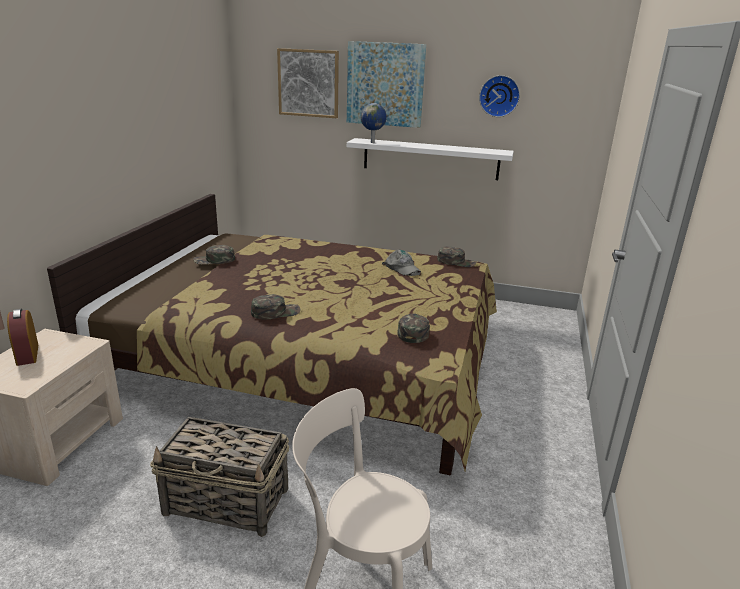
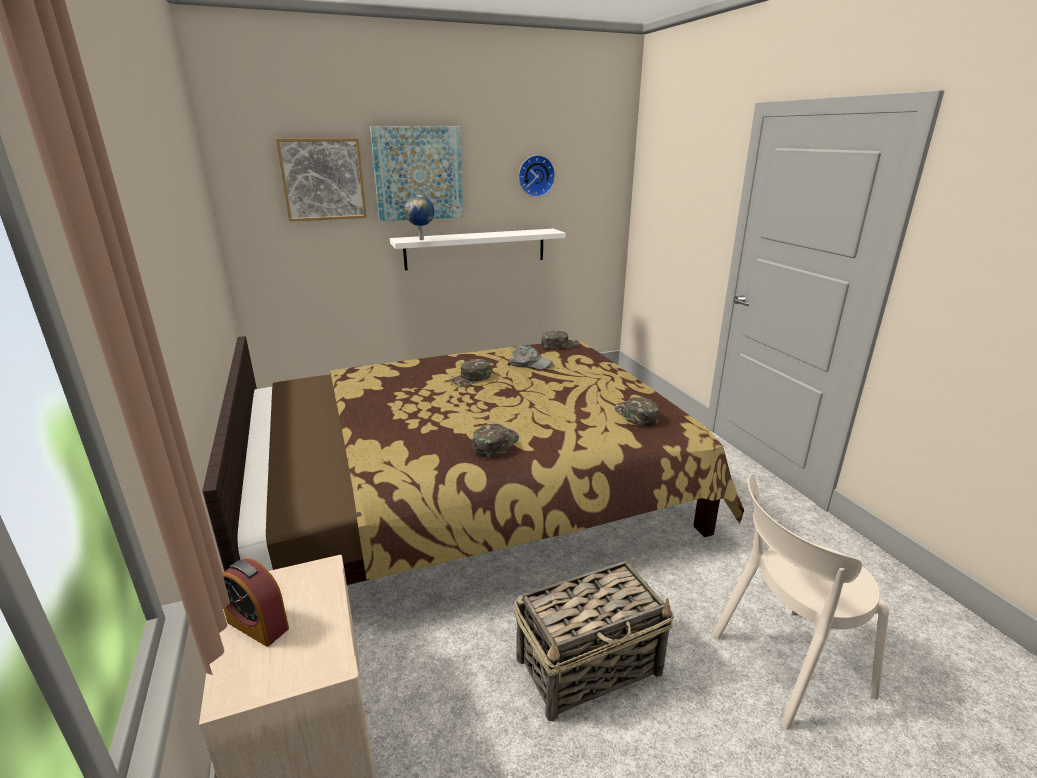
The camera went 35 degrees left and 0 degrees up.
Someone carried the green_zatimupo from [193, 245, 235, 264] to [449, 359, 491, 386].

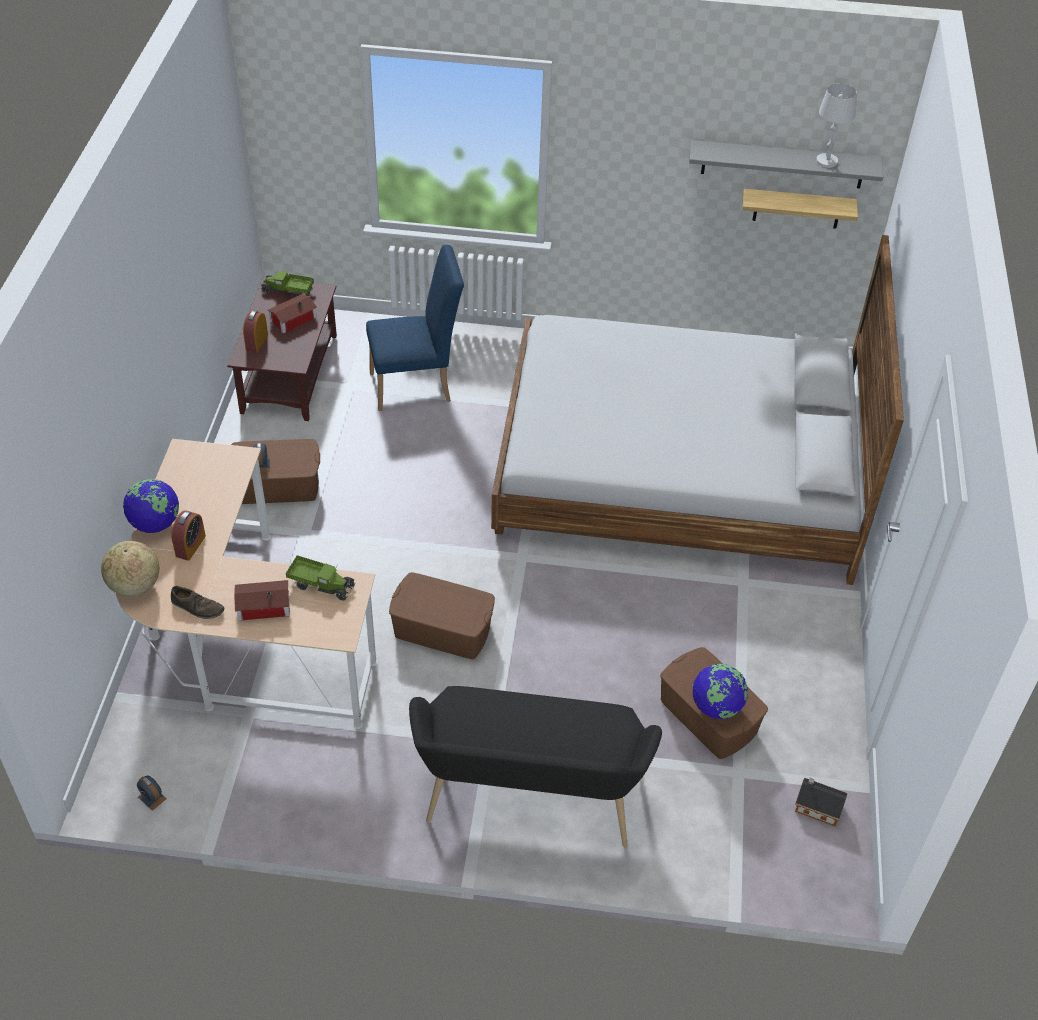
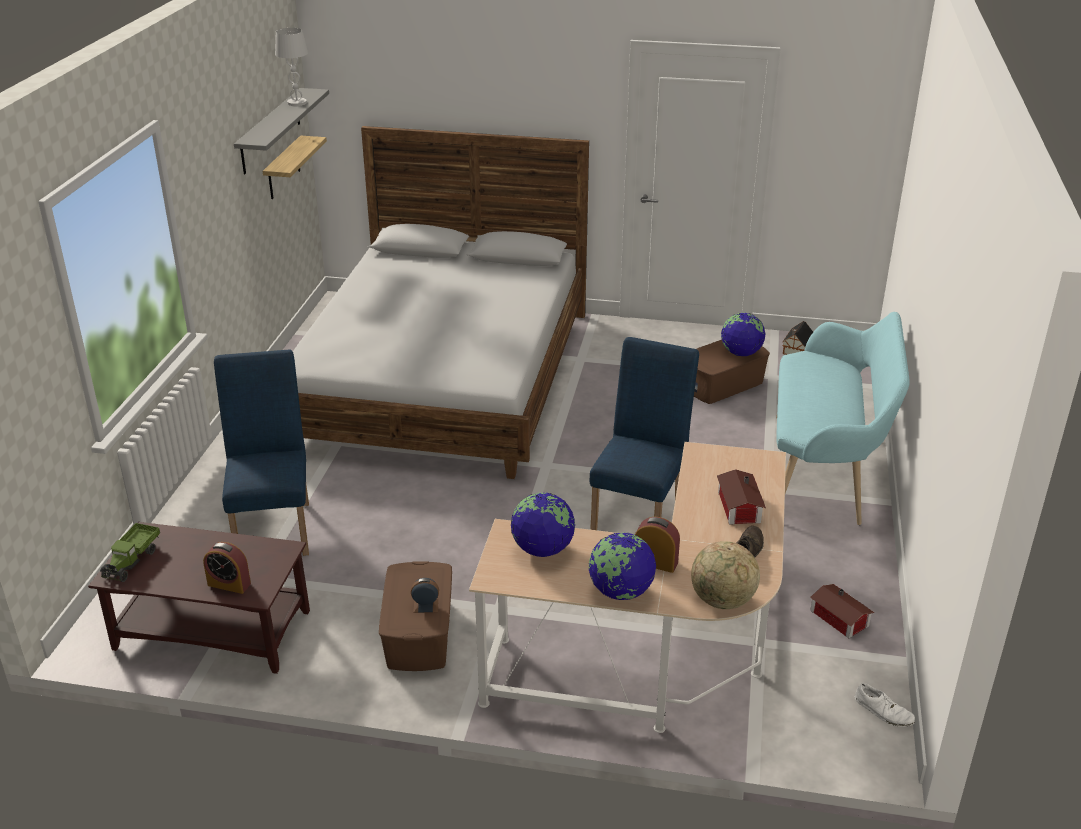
The camera went 85 degrees left and 15 degrees down.
Someone took away the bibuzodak at [286, 555, 355, 600].
Someone put down the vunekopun at [511, 493, 575, 557].
Someone carried the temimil from [267, 294, 317, 334] to [810, 584, 874, 638].
Someone swapped the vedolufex at [137, 776, 166, 811] for the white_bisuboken at [855, 683, 915, 727].
Someone swapped the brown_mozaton at [389, 572, 495, 659] for the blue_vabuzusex at [590, 337, 699, 530].
Someone repainted the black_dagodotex at [409, 686, 662, 847], which became the turquoise_dagodotex at [776, 312, 910, 525].

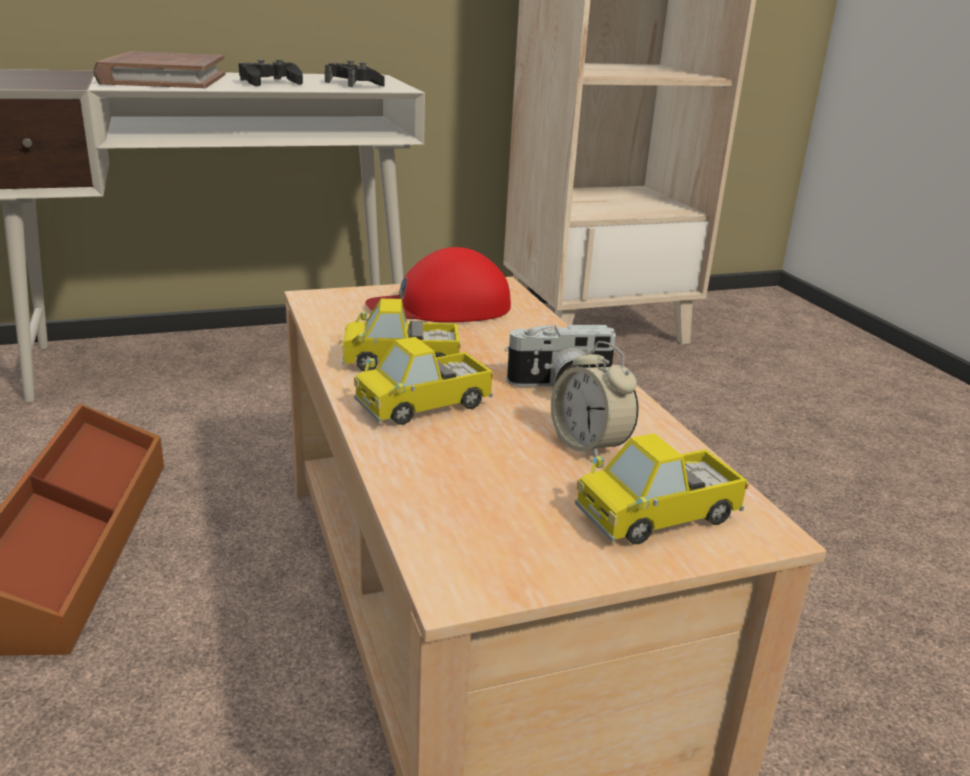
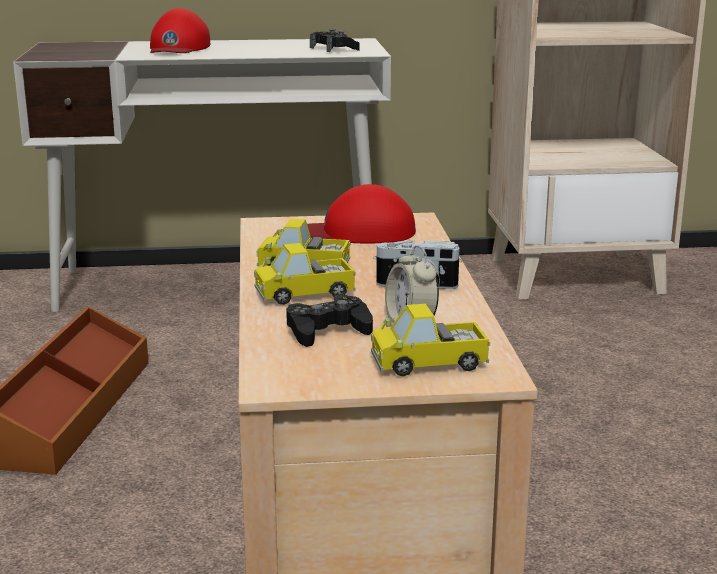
The camera went 15 degrees right and 5 degrees down.
Someone carried the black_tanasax from [238, 59, 303, 86] to [286, 295, 373, 347].
Someone swapped the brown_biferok at [93, 51, 226, 88] for the red_zatimupo at [150, 8, 210, 53].

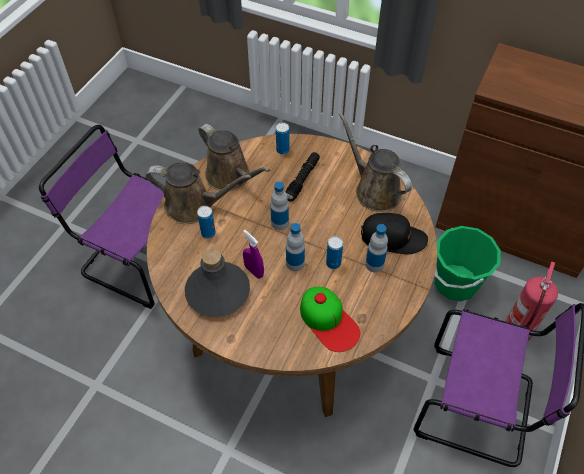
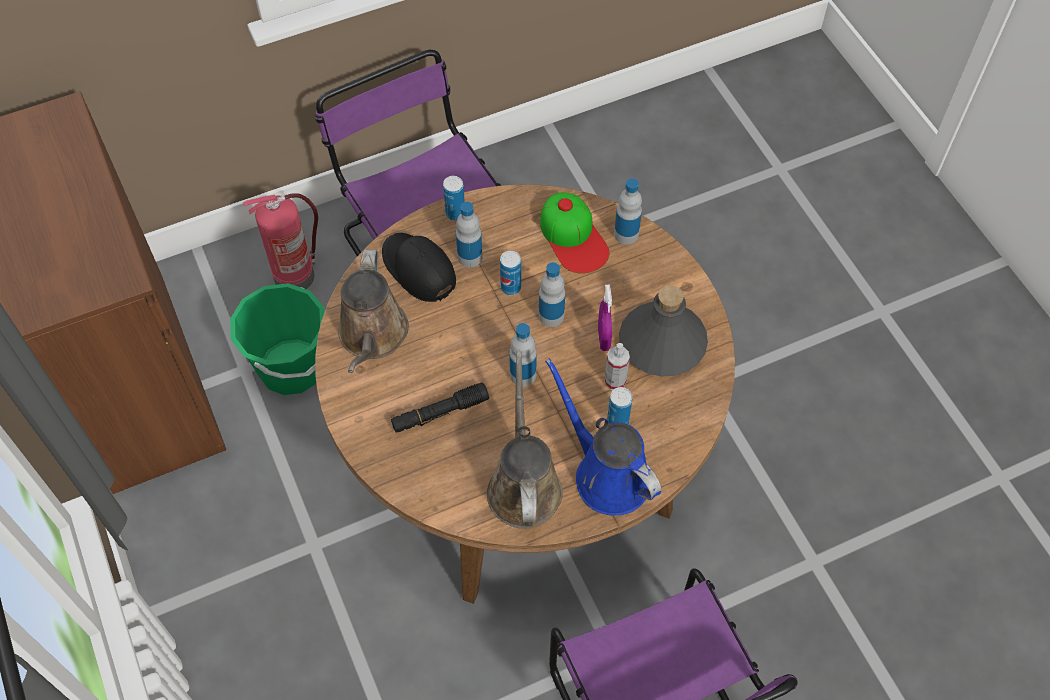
The camera went 140 degrees left and 5 degrees up.
Someone put down the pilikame at [604, 343, 630, 390].
Someone put down the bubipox at [614, 178, 642, 245].
Someone carried the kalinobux from [276, 122, 289, 154] to [443, 176, 465, 221].
Someone repainted the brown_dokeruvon at [146, 162, 251, 224], which became the blue_dokeruvon at [545, 358, 661, 516].
Someone rotated the zatimupo at [300, 287, 360, 352] by 150 degrees clockwise.

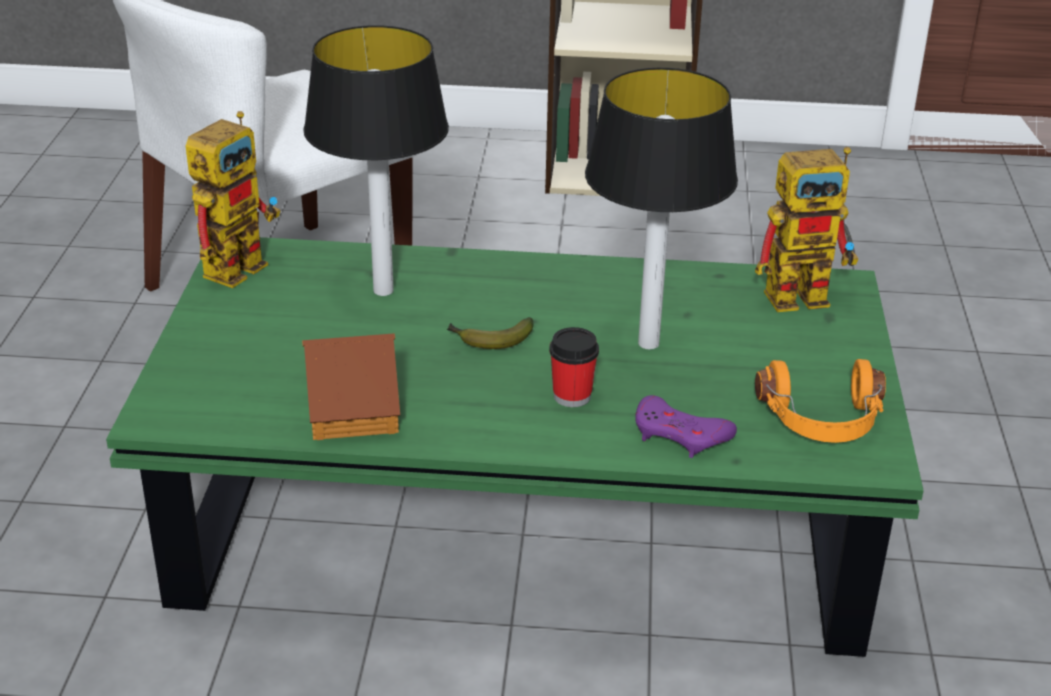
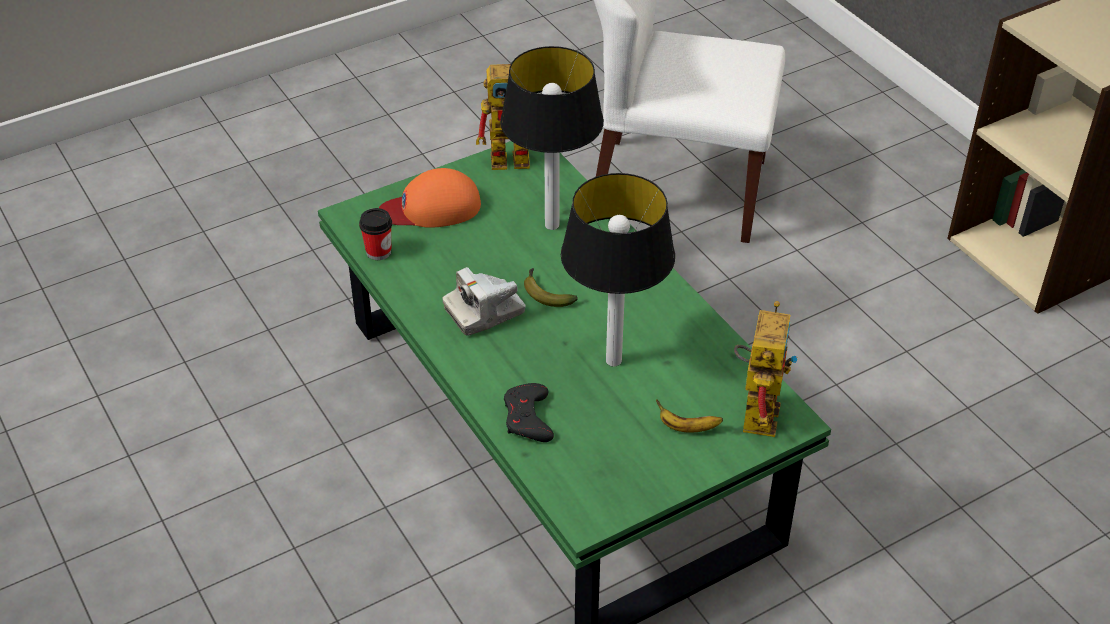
The camera went 55 degrees right and 10 degrees up.
Someone took away the temimil at [302, 333, 400, 440].
Someone took away the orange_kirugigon at [755, 359, 886, 443].
Someone put down the orange_zatimupo at [379, 168, 481, 228].
Someone put down the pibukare at [442, 267, 526, 336].
Someone put down the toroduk at [656, 399, 723, 433].
Someone carried the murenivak from [549, 327, 599, 407] to [359, 208, 392, 260].
Someone repainted the purple_tanasax at [635, 395, 737, 458], which became the black_tanasax at [504, 383, 554, 442].
Someone rotated the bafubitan at [755, 147, 858, 312] by 120 degrees counterclockwise.

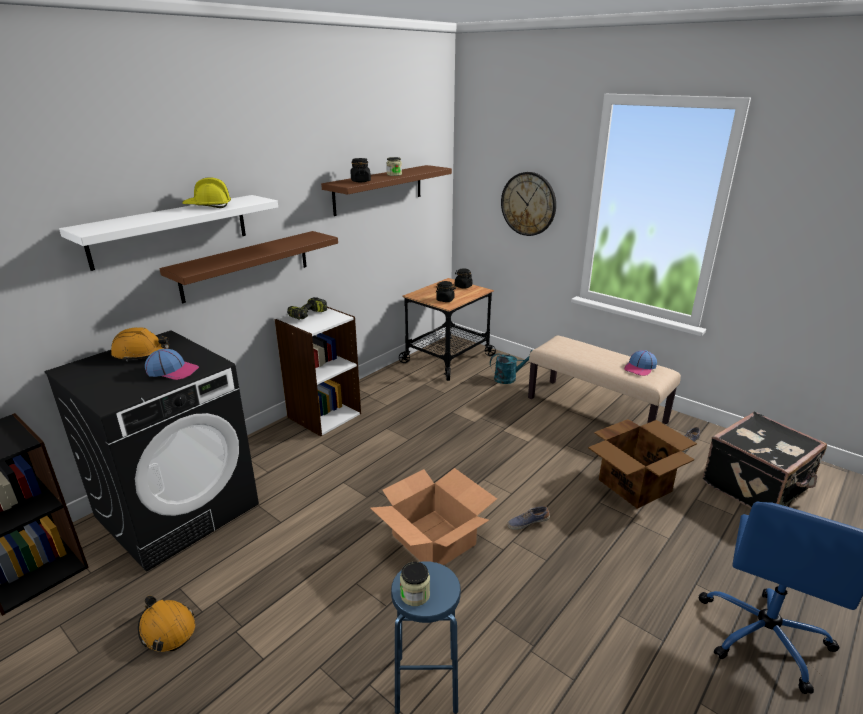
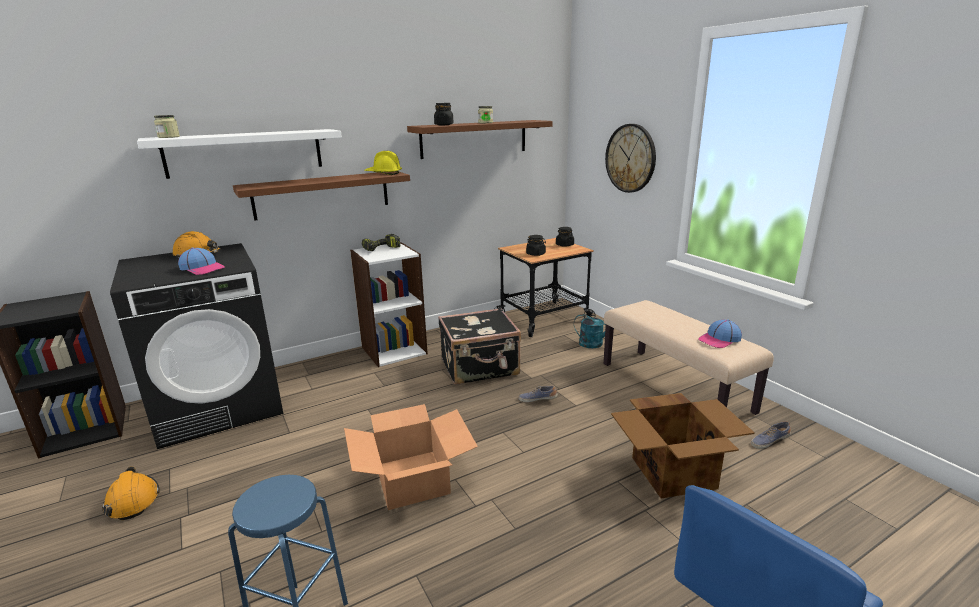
The camera went 20 degrees right and 5 degrees down.
Someone carried the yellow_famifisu from [182, 177, 231, 208] to [364, 151, 402, 175].
Someone carried the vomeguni from [400, 562, 430, 606] to [154, 115, 180, 138].
Someone carried the bisuboken from [507, 506, 550, 530] to [518, 386, 557, 402].
Someone carried the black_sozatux from [703, 411, 827, 508] to [438, 308, 521, 385].

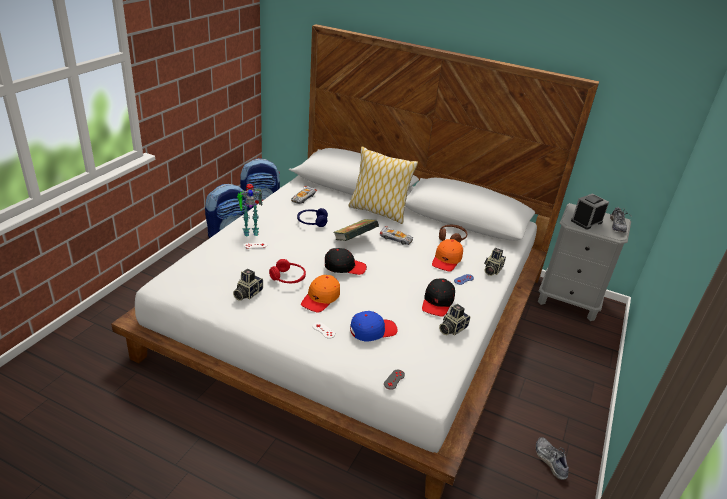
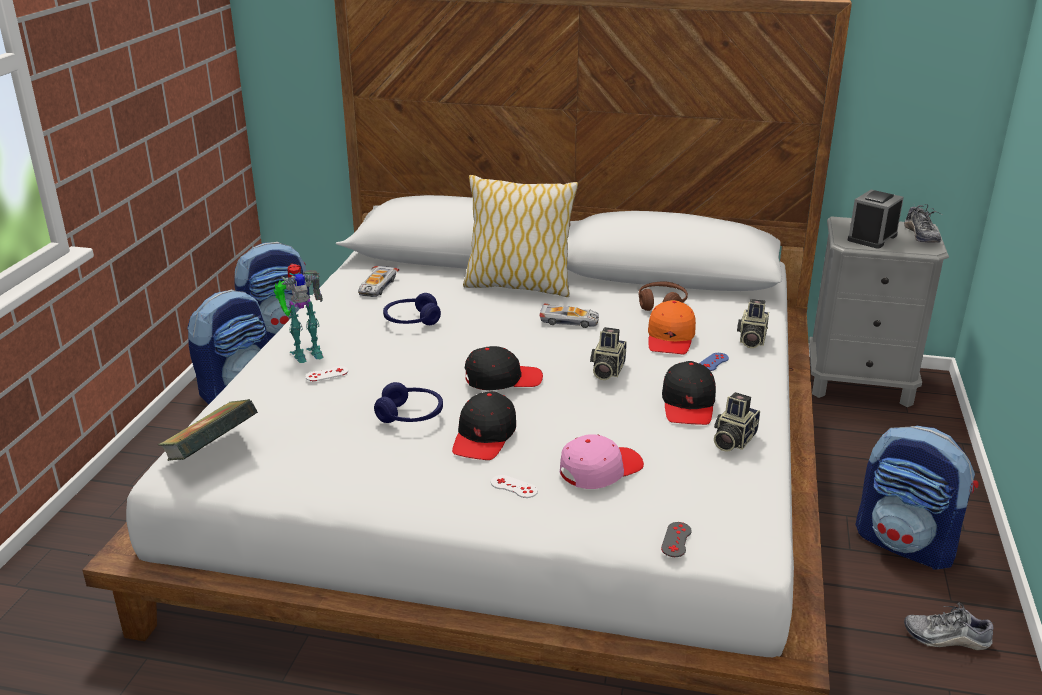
The camera went 10 degrees left and 5 degrees down.
Someone put down the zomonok at [855, 426, 978, 569].
Someone carried the pibukare from [233, 269, 263, 301] to [590, 327, 627, 380].
Someone carried the biferok from [333, 219, 379, 241] to [158, 399, 258, 461].
Someone repainted the red_kirugigon at [269, 259, 306, 283], which became the blue_kirugigon at [374, 382, 443, 423].
Someone repainted the orange_zatimupo at [301, 275, 340, 313], which became the black_zatimupo at [452, 391, 516, 460].
Someone repainted the blue_zatimupo at [350, 311, 397, 341], which became the pink_zatimupo at [560, 434, 644, 489].
Someone rotated the bisuboken at [536, 437, 569, 480] by 45 degrees counterclockwise.

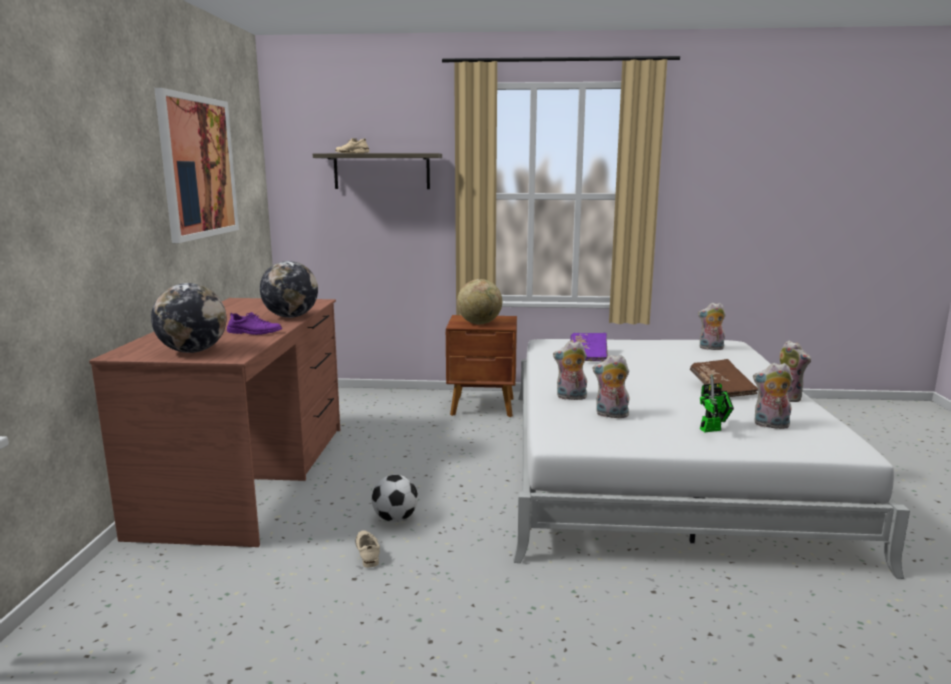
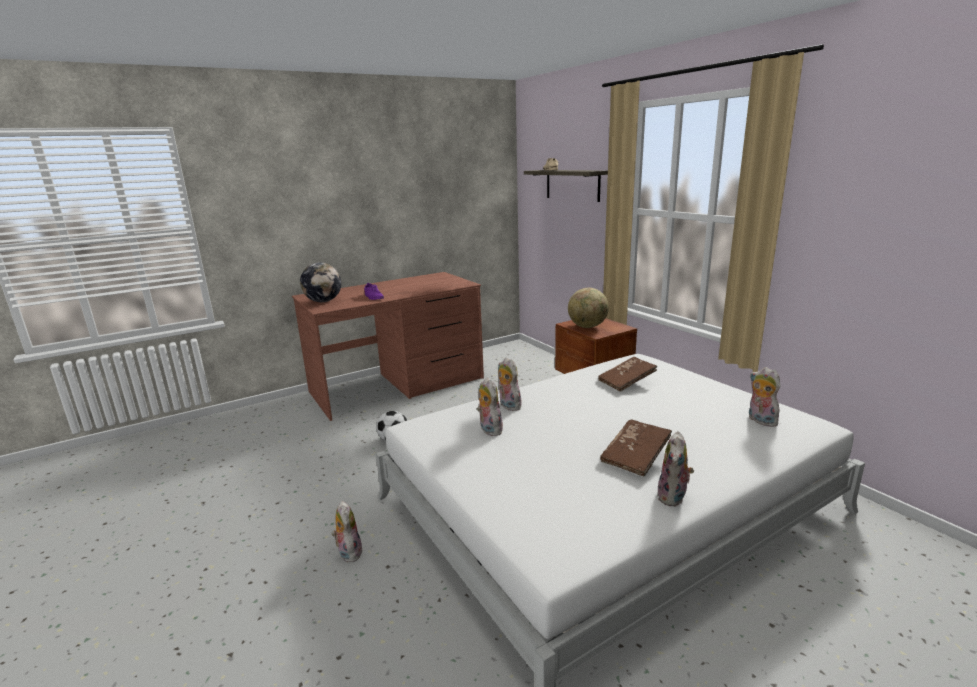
The camera went 55 degrees right and 5 degrees up.
Someone took away the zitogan at [154, 88, 239, 243].
Someone took away the vunekopun at [260, 261, 318, 318].
Someone took away the beige_bisuboken at [355, 530, 380, 568].
Someone took away the bafubitan at [700, 374, 734, 432].
Someone carried the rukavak from [753, 363, 793, 429] to [331, 501, 363, 562].
Someone repainted the purple_biferok at [570, 333, 608, 362], which became the brown_biferok at [598, 357, 657, 392].

